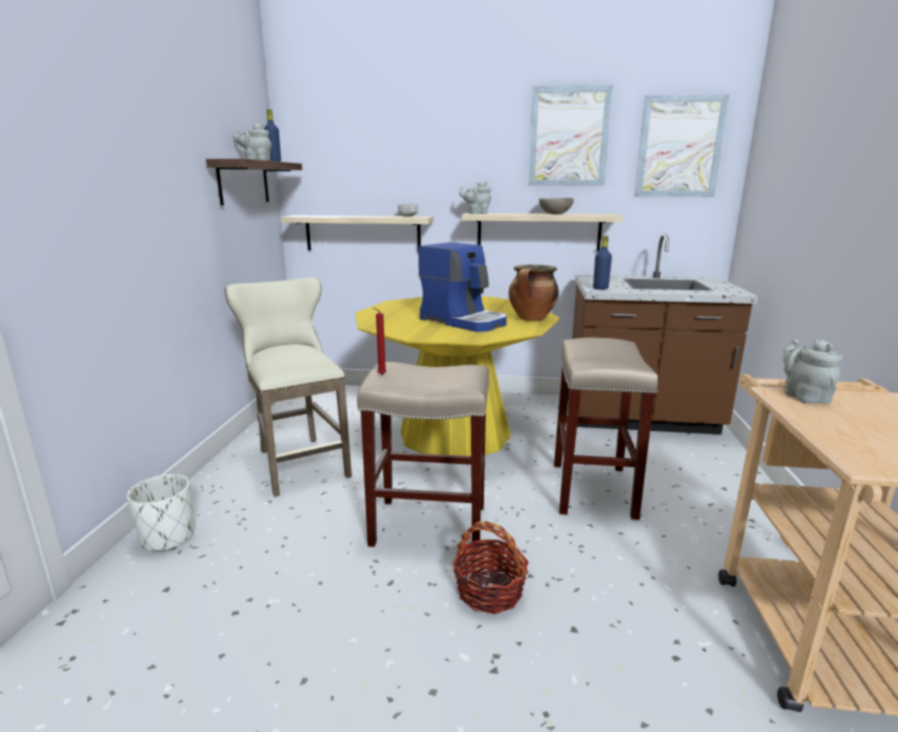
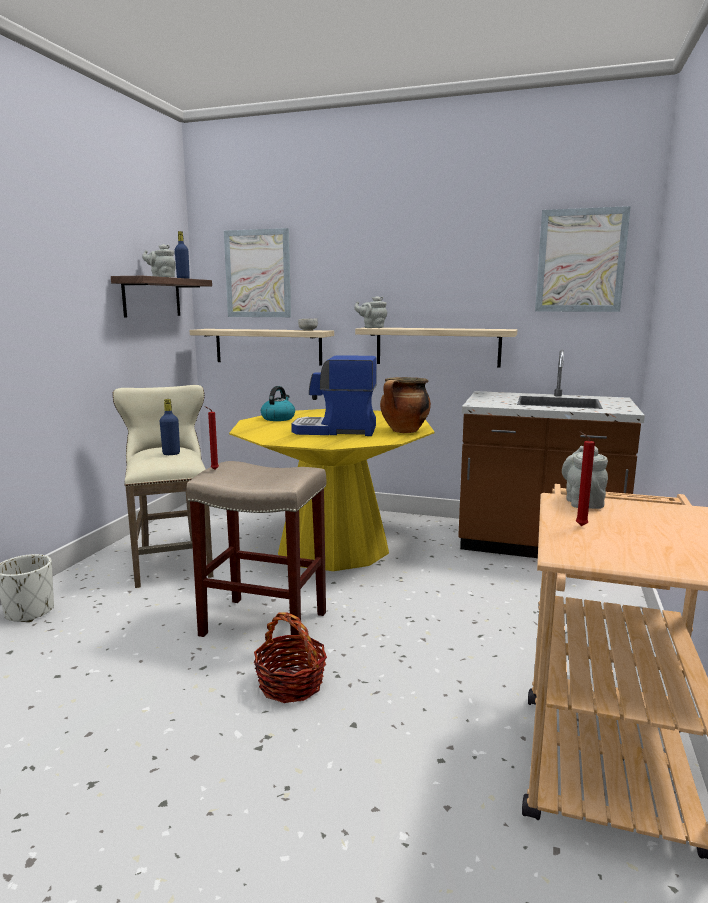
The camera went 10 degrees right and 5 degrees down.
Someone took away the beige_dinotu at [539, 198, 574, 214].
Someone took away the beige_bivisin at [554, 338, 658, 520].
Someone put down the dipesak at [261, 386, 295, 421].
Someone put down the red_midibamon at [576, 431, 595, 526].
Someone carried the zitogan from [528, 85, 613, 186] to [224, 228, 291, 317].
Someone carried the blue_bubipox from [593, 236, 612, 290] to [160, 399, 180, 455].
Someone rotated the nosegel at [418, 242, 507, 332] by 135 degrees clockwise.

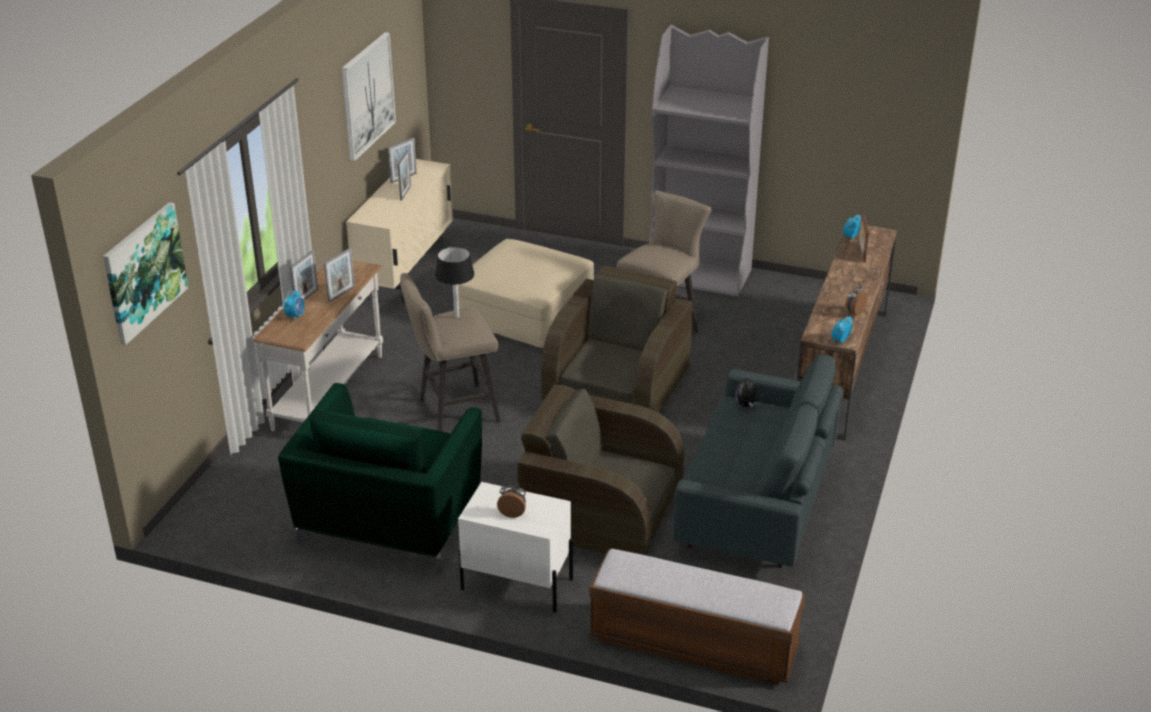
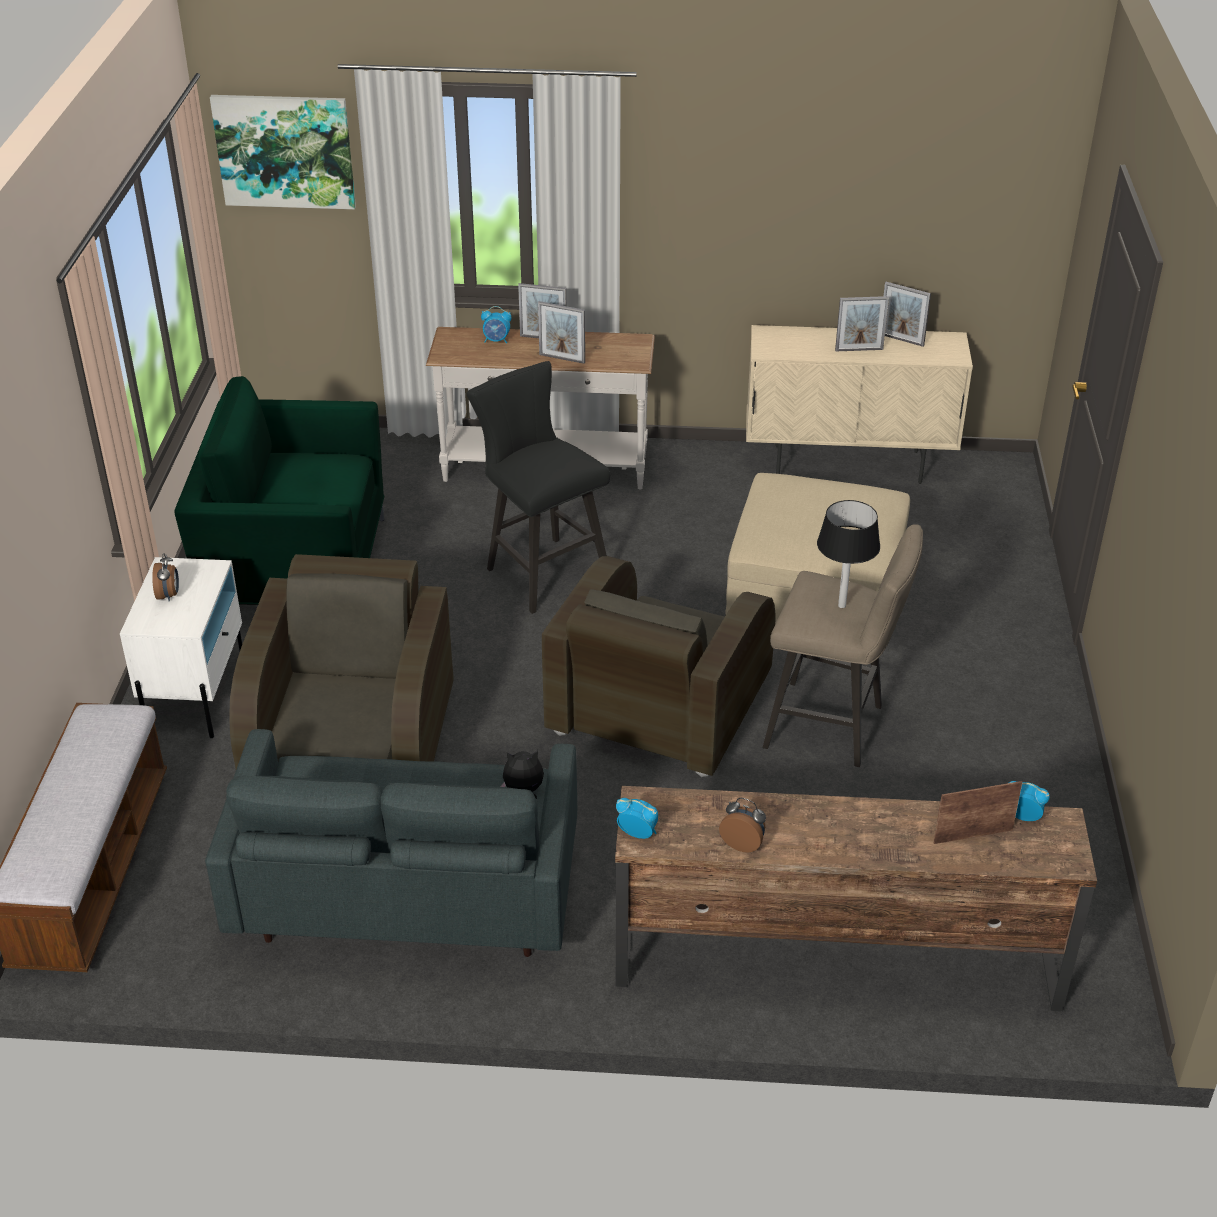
The camera went 75 degrees right and 5 degrees up.
Someone took away the zitogan at [342, 32, 396, 161].
Someone took away the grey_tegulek at [649, 25, 769, 297].
Someone carried the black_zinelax from [435, 247, 475, 318] to [817, 500, 880, 608].
Someone repainted the beige_bivisin at [400, 273, 501, 431], which became the black_bivisin at [467, 361, 610, 614].
Someone rotated the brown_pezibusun at [541, 266, 693, 413] by 105 degrees clockwise.

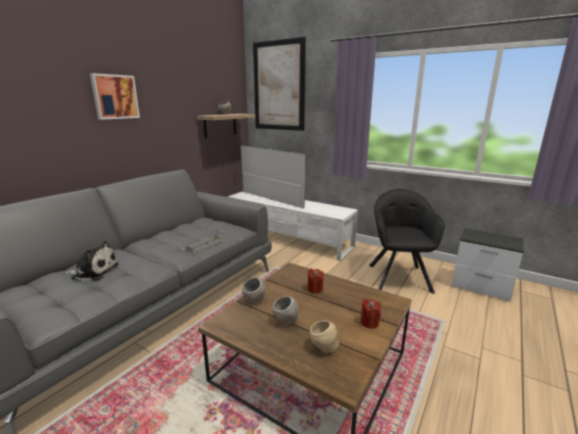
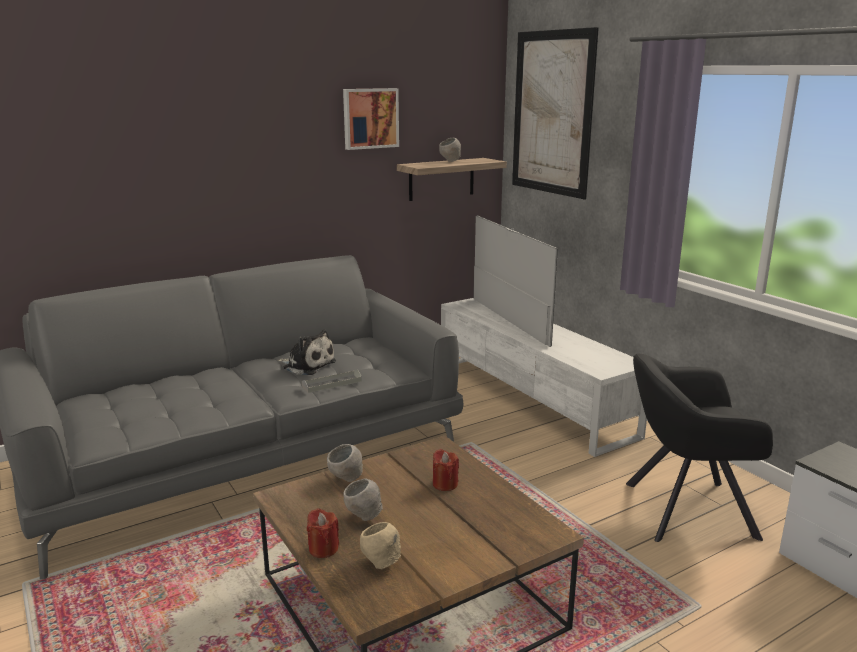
The camera went 25 degrees right and 0 degrees up.
Someone carried the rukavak from [64, 241, 119, 282] to [277, 329, 336, 375].
Someone carried the zitogan from [90, 73, 140, 120] to [343, 88, 399, 150].
Someone carried the red_midibamon from [360, 298, 381, 329] to [307, 508, 339, 558].
Someone rotated the black_pezibusun at [369, 189, 445, 294] by 120 degrees counterclockwise.

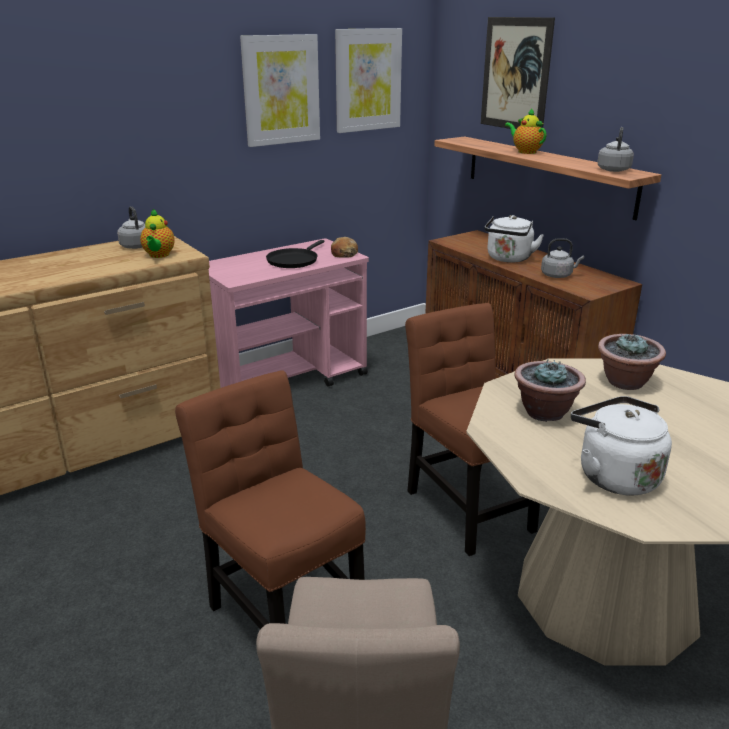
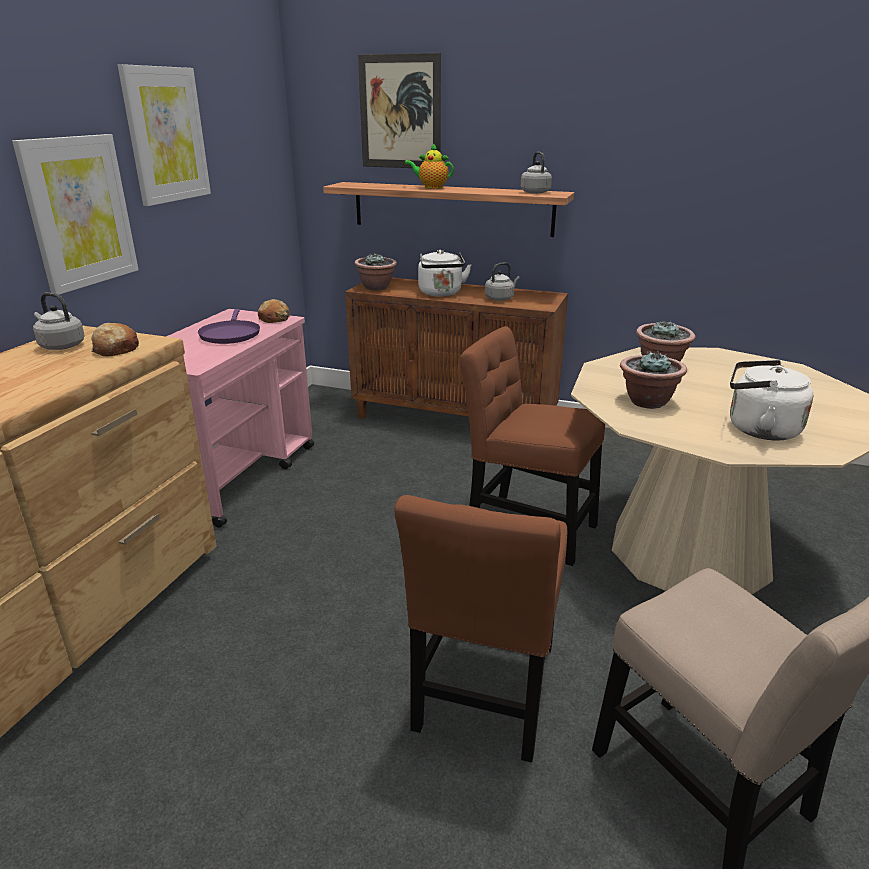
The camera went 35 degrees left and 0 degrees up.
Someone put down the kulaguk at [354, 254, 397, 290].
Someone carried the zitogan from [335, 28, 402, 133] to [12, 134, 139, 295].
Someone swapped the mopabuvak at [140, 209, 175, 258] for the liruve at [91, 323, 139, 356].
Someone repainted the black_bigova at [266, 240, 325, 268], which became the purple_bigova at [198, 309, 260, 344].
Someone rotated the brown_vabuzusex at [175, 370, 366, 629] by 90 degrees counterclockwise.

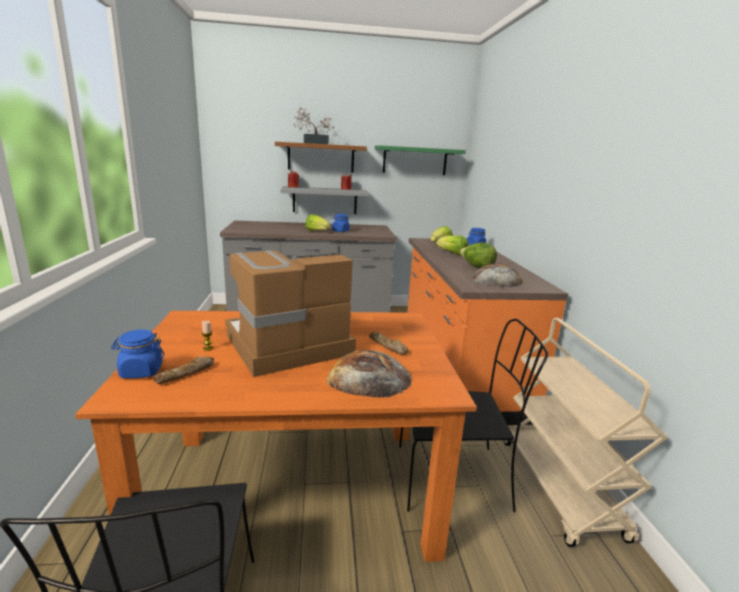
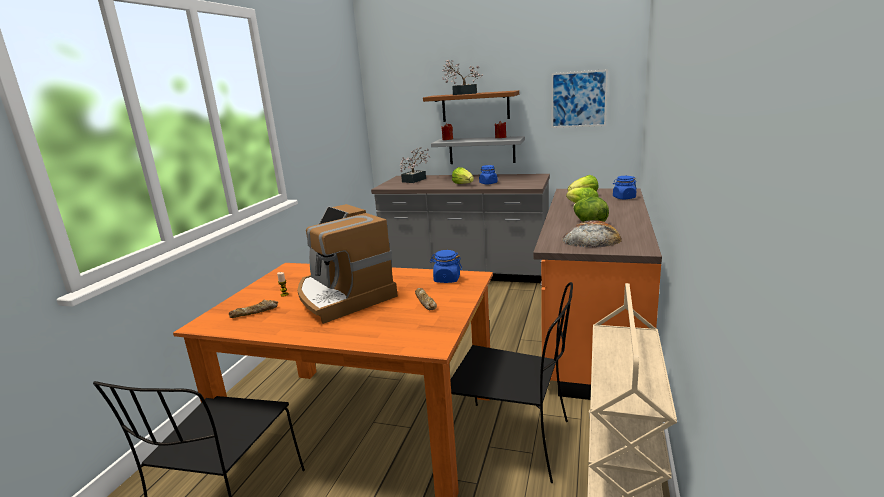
The camera went 25 degrees right and 0 degrees up.
Someone took away the liruve at [326, 350, 412, 398].
Someone put down the kulaguk at [400, 147, 430, 183].
Someone carried the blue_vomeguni from [111, 329, 165, 378] to [430, 250, 462, 283].
Someone swapped the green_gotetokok at [375, 145, 466, 175] for the zitogan at [551, 69, 608, 128].
Someone rotated the nosegel at [225, 250, 356, 377] by 120 degrees counterclockwise.

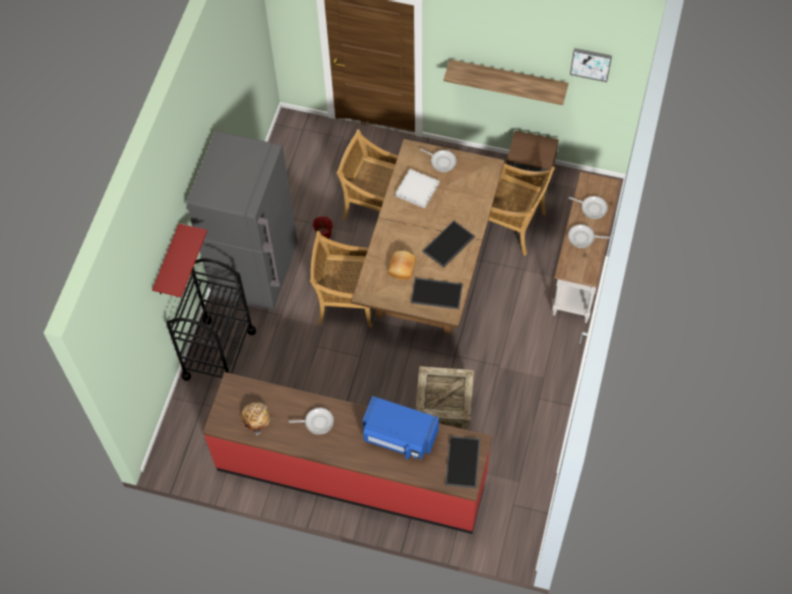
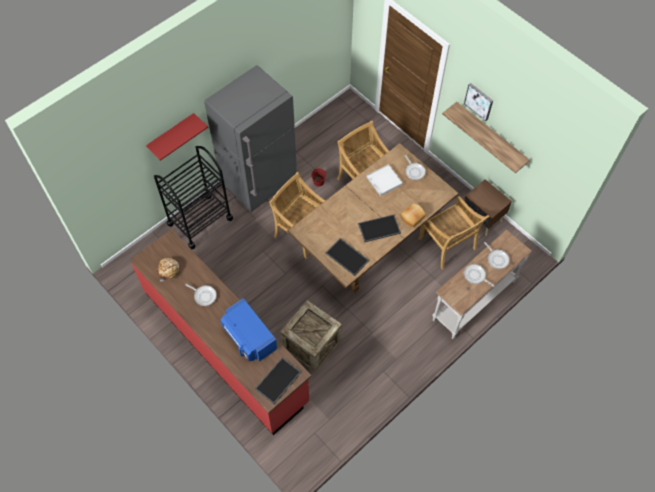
The camera went 30 degrees right and 0 degrees up.
Someone carried the liruve from [388, 250, 416, 280] to [400, 204, 426, 227].
Someone carried the zitogan from [570, 48, 612, 82] to [464, 83, 493, 121].

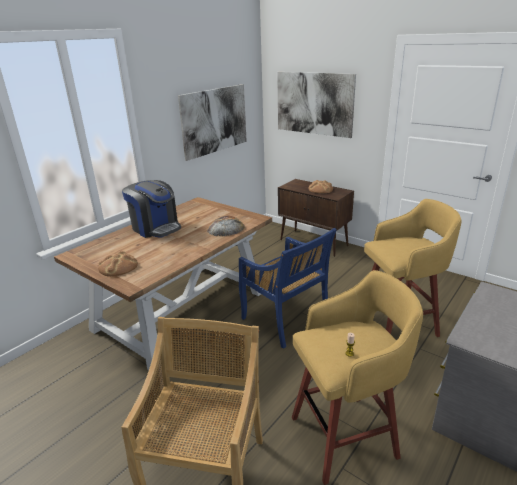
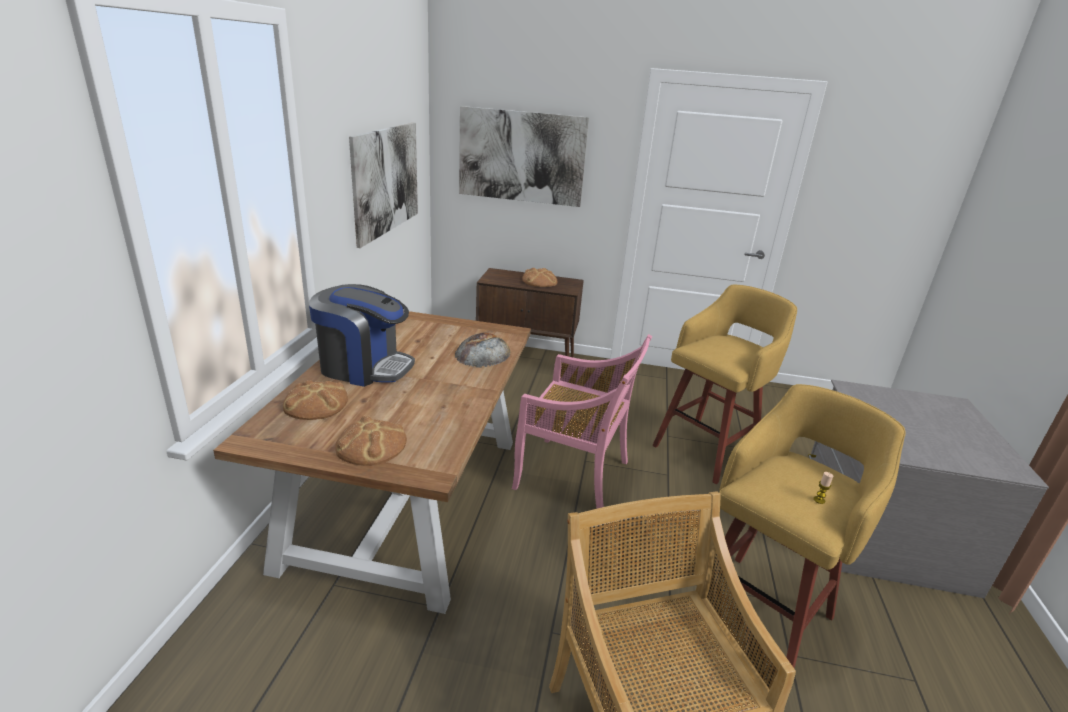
The camera went 30 degrees left and 0 degrees up.
Someone put down the liruve at [283, 380, 348, 420].
Someone repainted the blue_vabuzusex at [239, 228, 337, 349], which became the pink_vabuzusex at [512, 334, 652, 509].

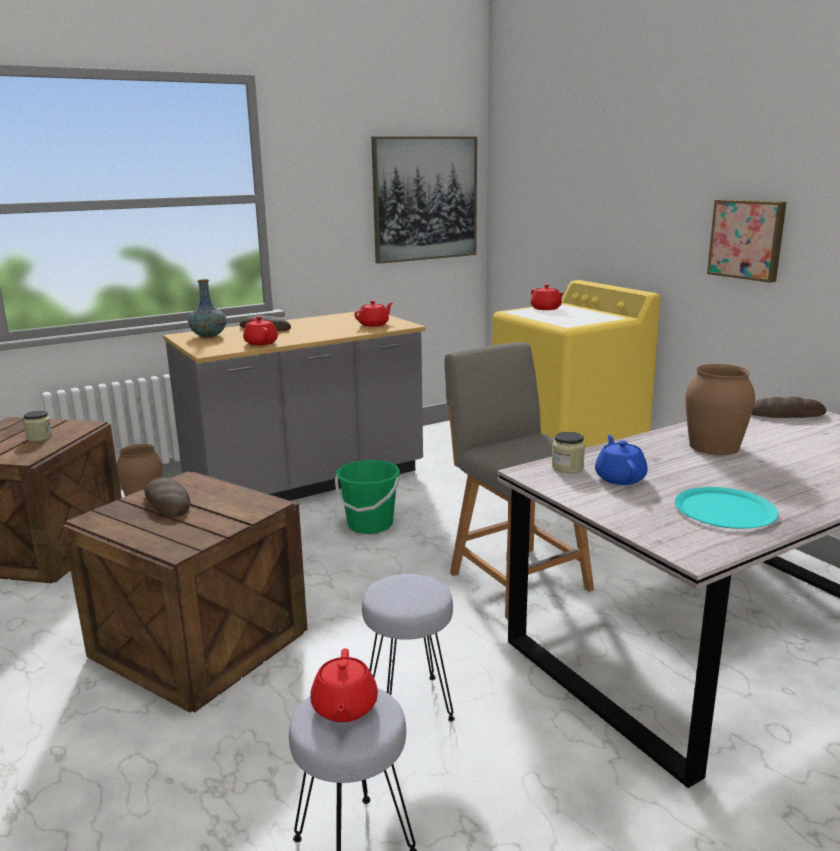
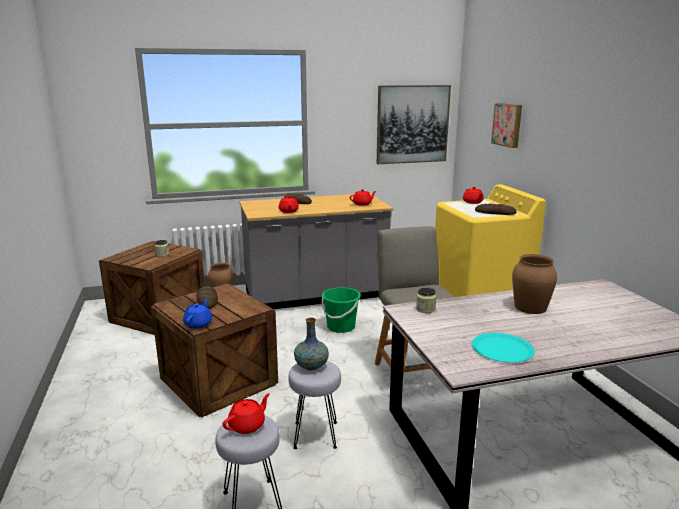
The camera went 15 degrees right and 0 degrees up.
Someone carried the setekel from [188, 279, 226, 338] to [294, 318, 329, 370].
Someone carried the blue_mopabuvak from [595, 435, 648, 485] to [183, 299, 212, 329].
Someone carried the zitogan from [707, 199, 787, 283] to [491, 103, 522, 148].
Someone carried the liruve from [751, 397, 826, 418] to [475, 203, 517, 215].
Someone rotated the red_mopabuvak at [310, 649, 378, 722] by 150 degrees counterclockwise.

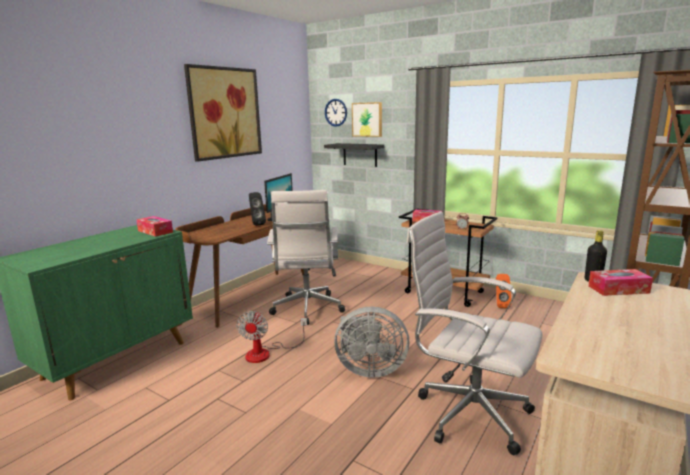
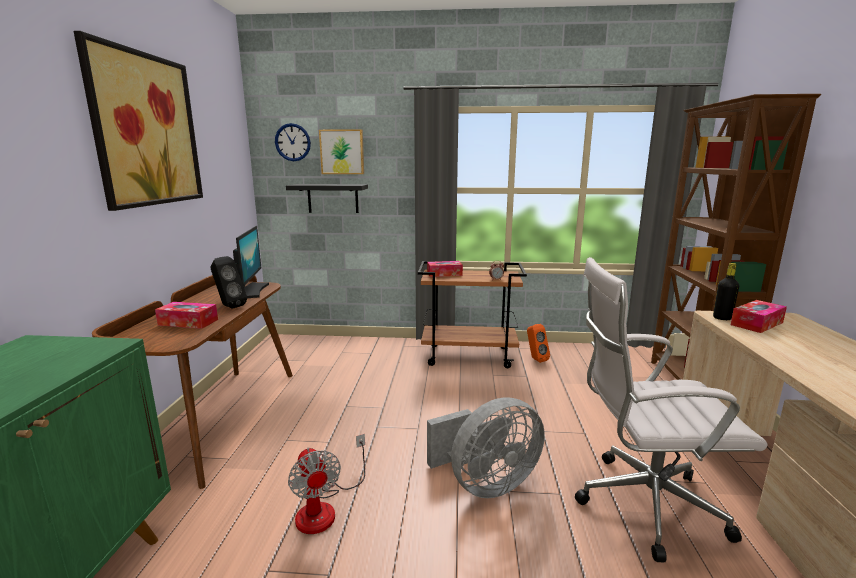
The camera went 30 degrees left and 0 degrees up.
Someone took away the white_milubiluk at [267, 190, 345, 325].
Someone carried the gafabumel from [136, 216, 173, 237] to [155, 302, 218, 329].

